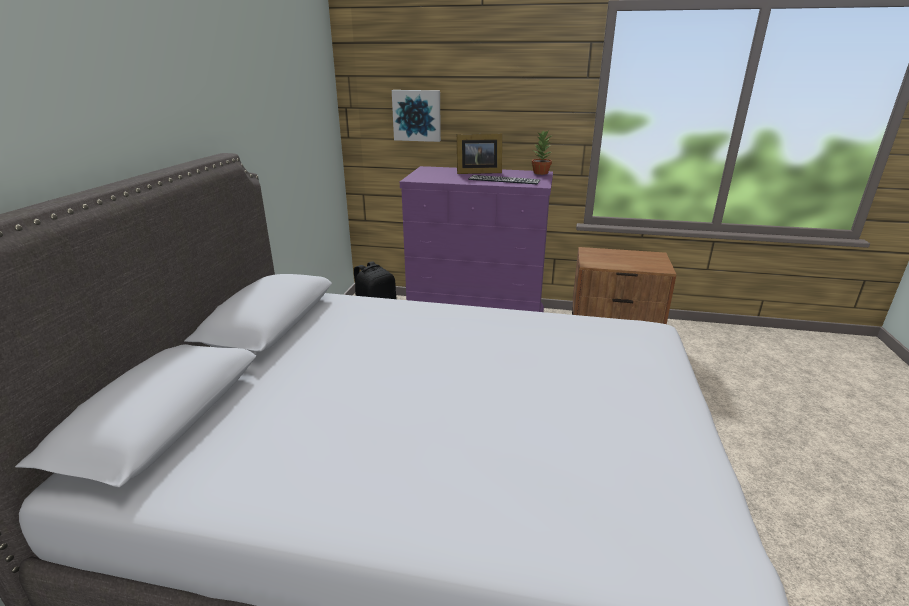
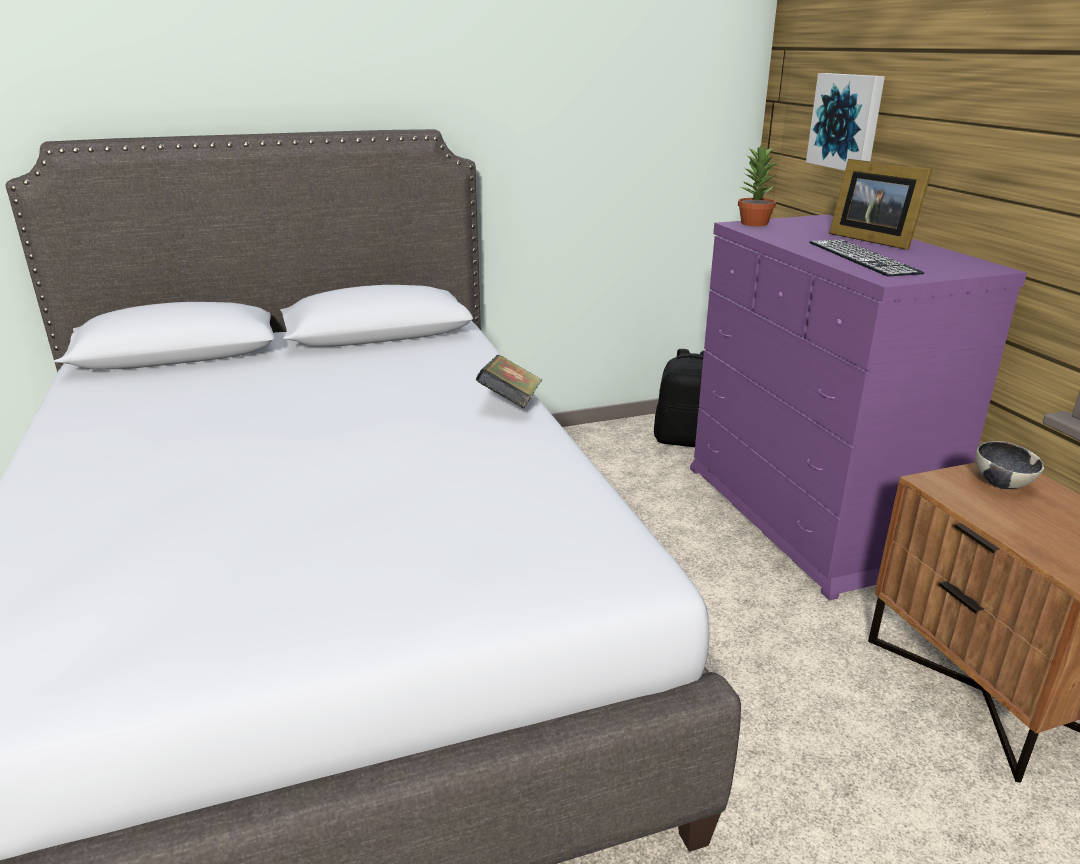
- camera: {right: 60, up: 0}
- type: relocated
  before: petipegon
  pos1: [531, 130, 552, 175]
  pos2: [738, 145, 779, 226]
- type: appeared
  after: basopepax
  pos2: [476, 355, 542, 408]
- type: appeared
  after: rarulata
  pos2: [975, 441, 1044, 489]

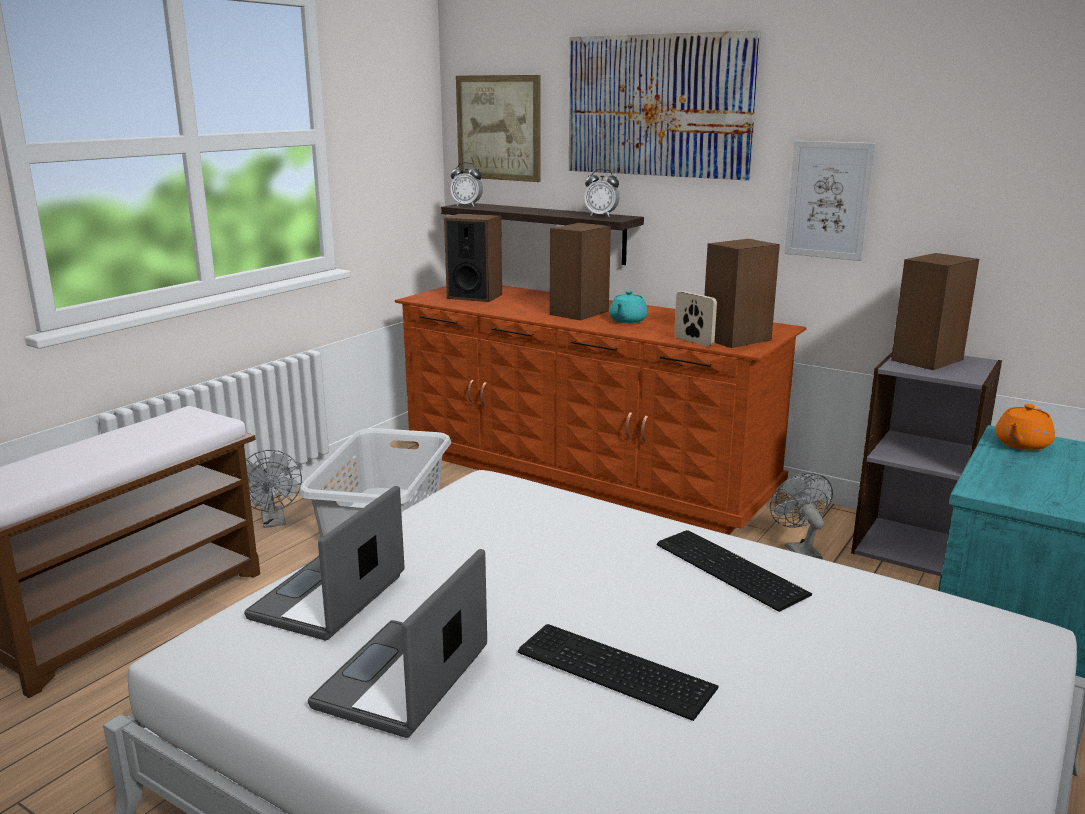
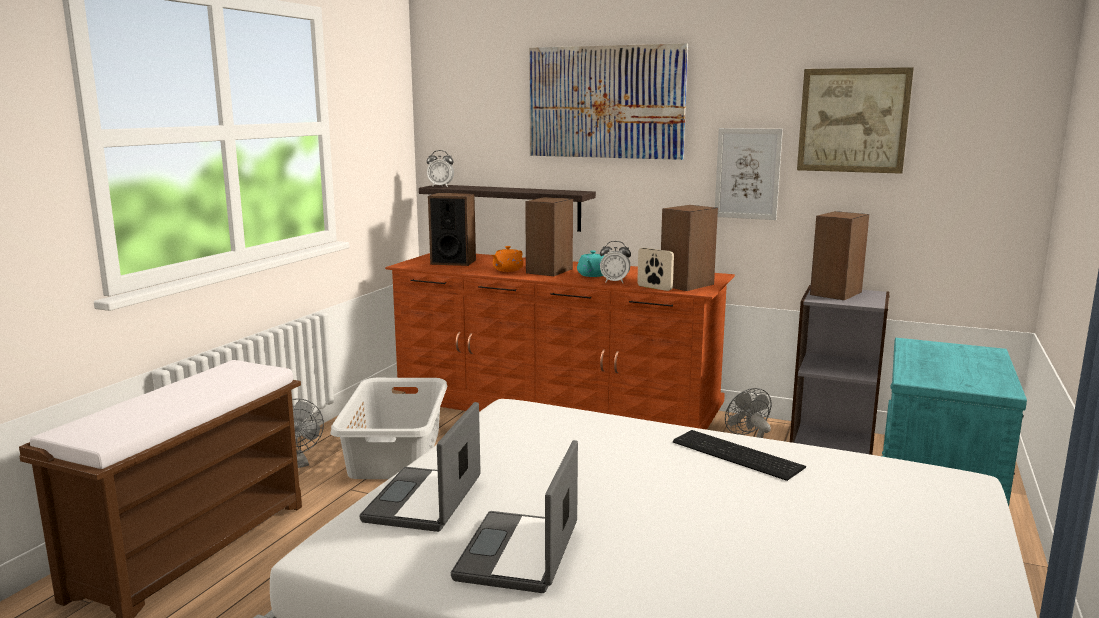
- camera: {right: -10, up: -5}
- type: relocated
  before: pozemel
  pos1: [456, 75, 540, 182]
  pos2: [797, 67, 914, 174]
- type: relocated
  before: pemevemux
  pos1: [584, 169, 620, 217]
  pos2: [600, 241, 631, 283]
- type: relocated
  before: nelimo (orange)
  pos1: [995, 404, 1055, 451]
  pos2: [492, 246, 523, 272]
- type: missing
  before: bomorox
  pos1: [518, 624, 719, 721]

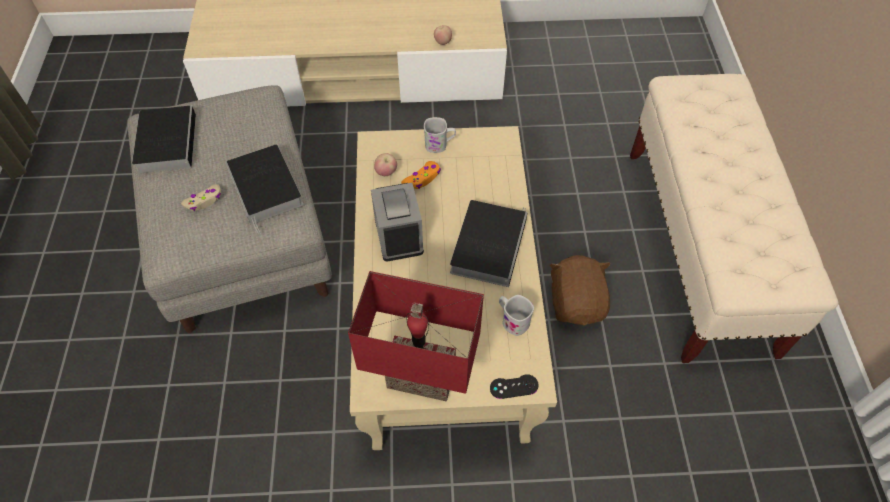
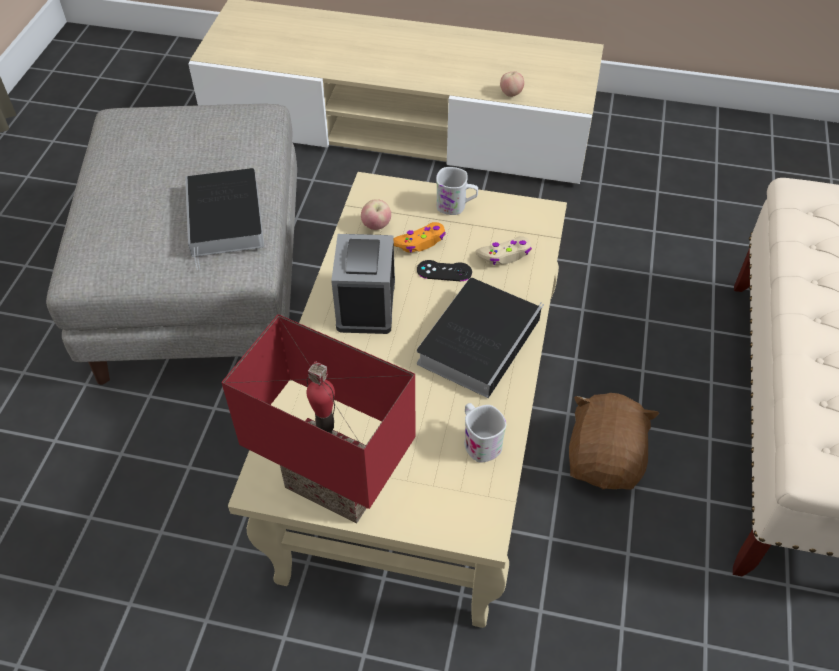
- camera: {right: 15, up: -5}
- type: missing
  before: basopepax
  pos1: [132, 106, 196, 173]
- type: relocated
  before: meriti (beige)
  pos1: [181, 184, 221, 211]
  pos2: [475, 236, 532, 265]
- type: relocated
  before: meriti (black)
  pos1: [490, 374, 539, 399]
  pos2: [417, 260, 472, 281]

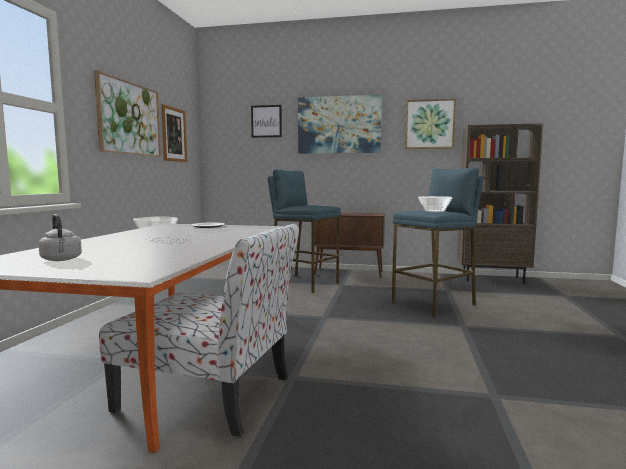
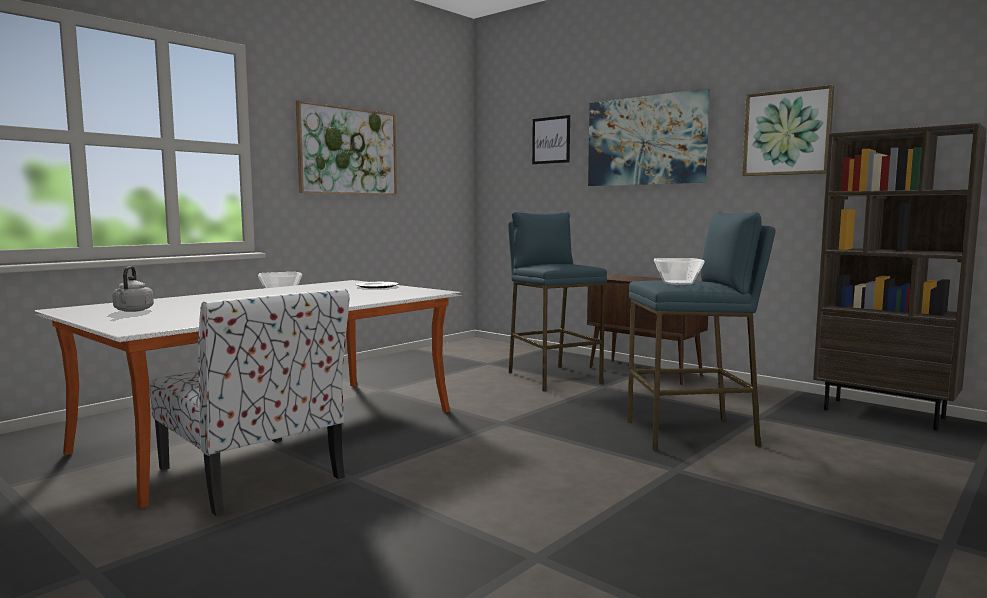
- camera: {right: 30, up: 0}
- type: missing
  before: pozemel
  pos1: [161, 104, 187, 162]

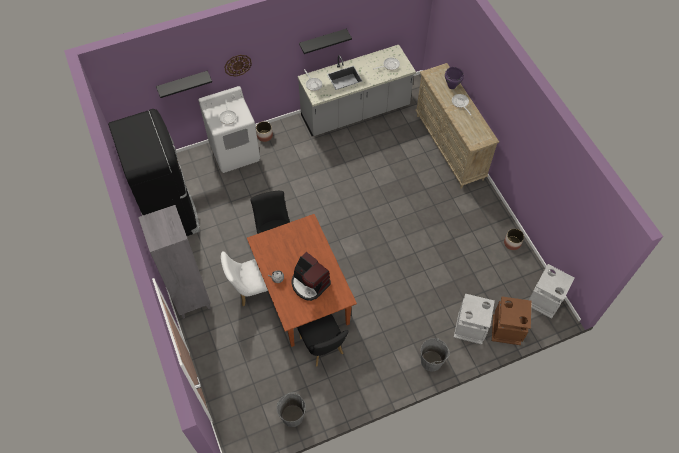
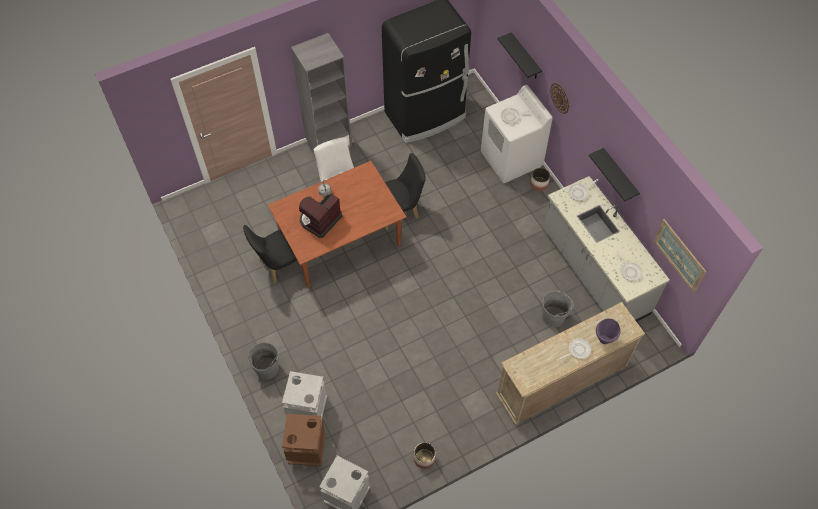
- camera: {right: 85, up: 0}
- type: relocated
  before: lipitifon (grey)
  pos1: [277, 392, 306, 427]
  pos2: [542, 290, 574, 327]
- type: appeared
  after: pozemel
  pos2: [653, 219, 706, 293]

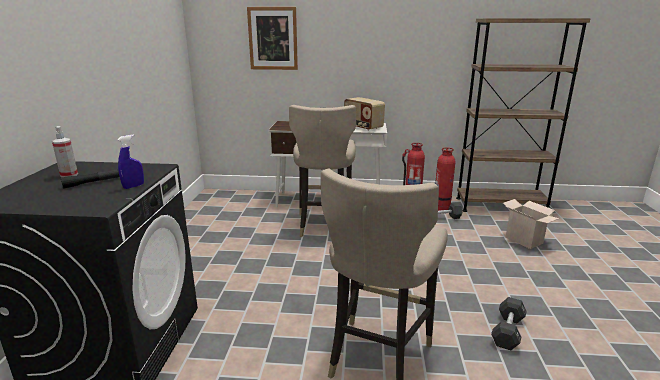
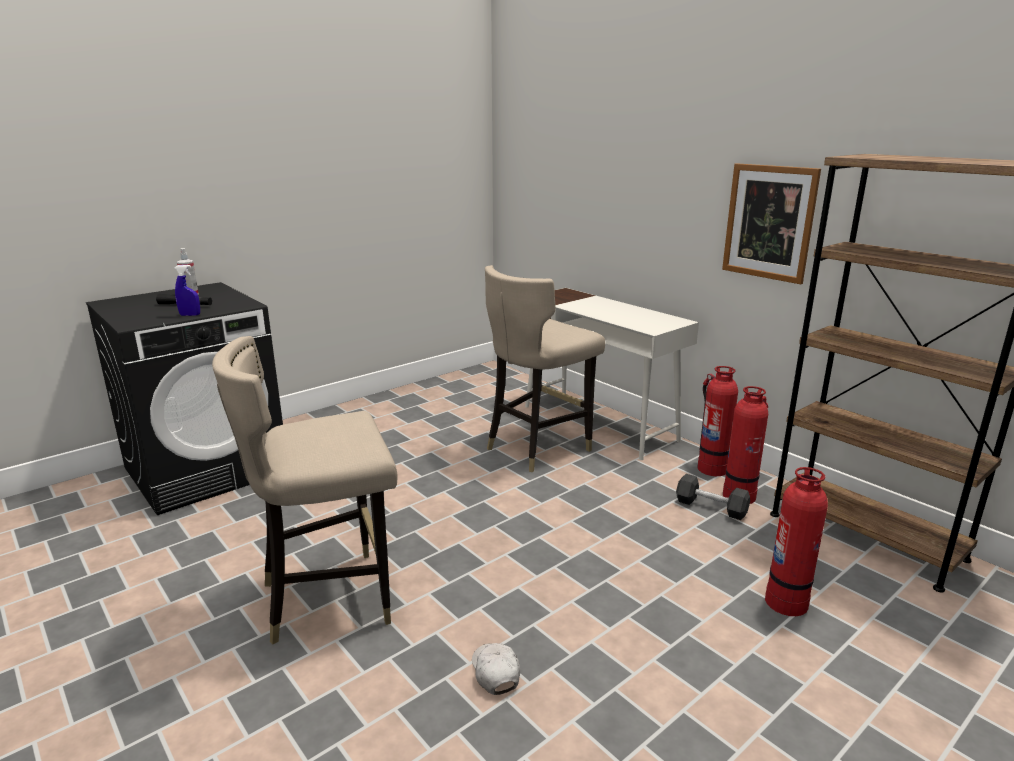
- camera: {right: 45, up: 0}
- type: relocated
  before: pozemel
  pos1: [247, 7, 298, 70]
  pos2: [722, 163, 821, 284]
- type: missing
  before: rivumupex
  pos1: [344, 97, 385, 131]
- type: exchanged
  before: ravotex
  after: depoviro
  pos1: [503, 199, 559, 249]
  pos2: [765, 467, 828, 616]
- type: exchanged
  before: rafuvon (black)
  after: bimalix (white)
  pos1: [491, 297, 527, 350]
  pos2: [472, 643, 520, 695]

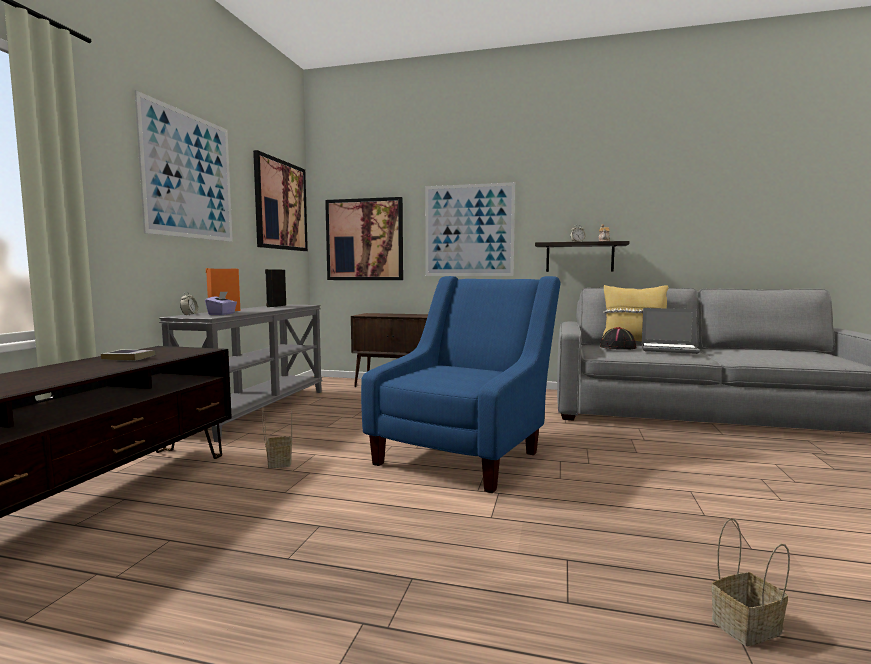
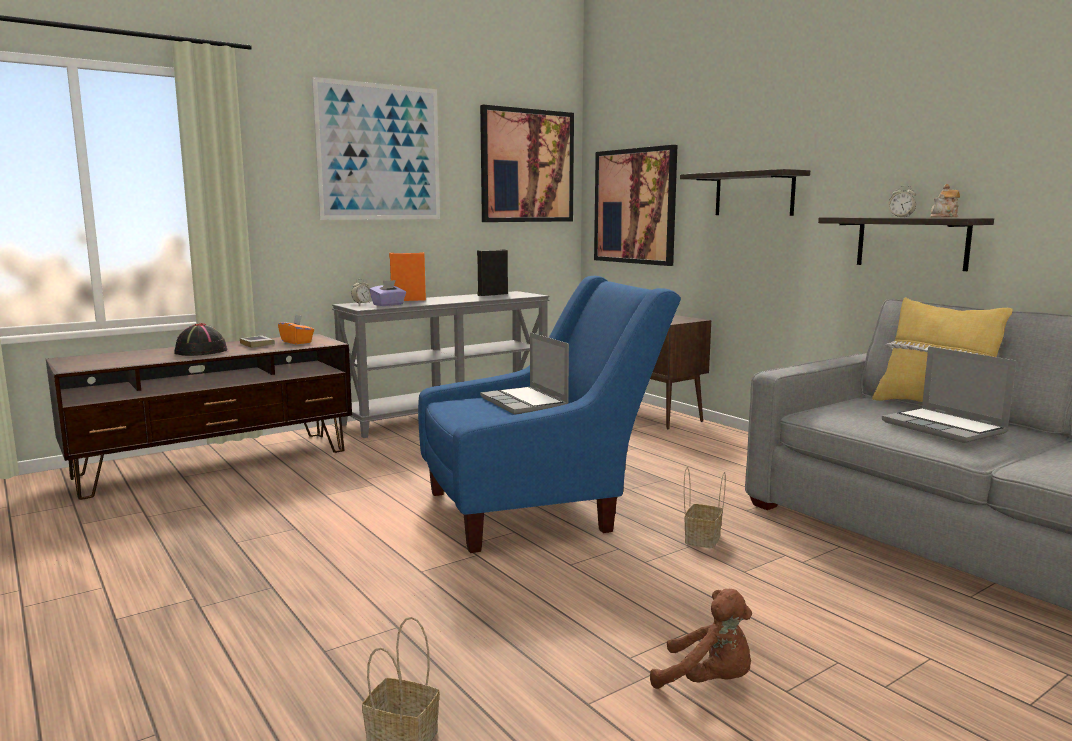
- camera: {right: 40, up: 5}
- type: exchanged
  before: pozemel
  after: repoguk
  pos1: [425, 182, 515, 276]
  pos2: [680, 169, 810, 216]
- type: relocated
  before: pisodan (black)
  pos1: [600, 327, 637, 350]
  pos2: [174, 323, 227, 356]
- type: relocated
  before: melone
  pos1: [262, 409, 292, 469]
  pos2: [684, 467, 726, 549]
- type: appeared
  after: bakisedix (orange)
  pos2: [278, 315, 314, 344]
- type: appeared
  after: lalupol
  pos2: [480, 332, 569, 415]
- type: appeared
  after: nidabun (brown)
  pos2: [650, 589, 752, 689]

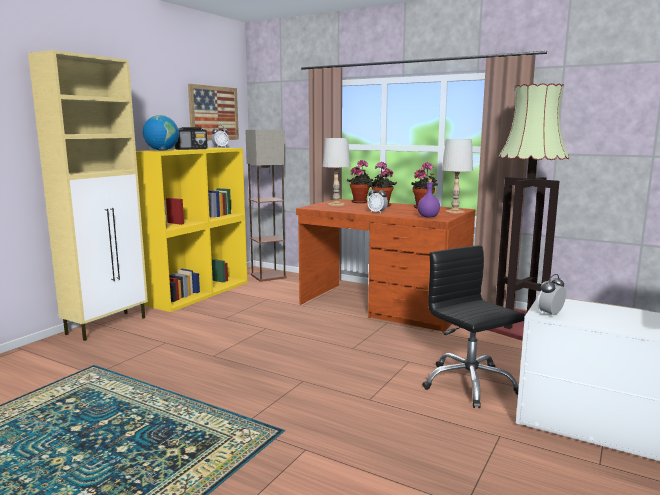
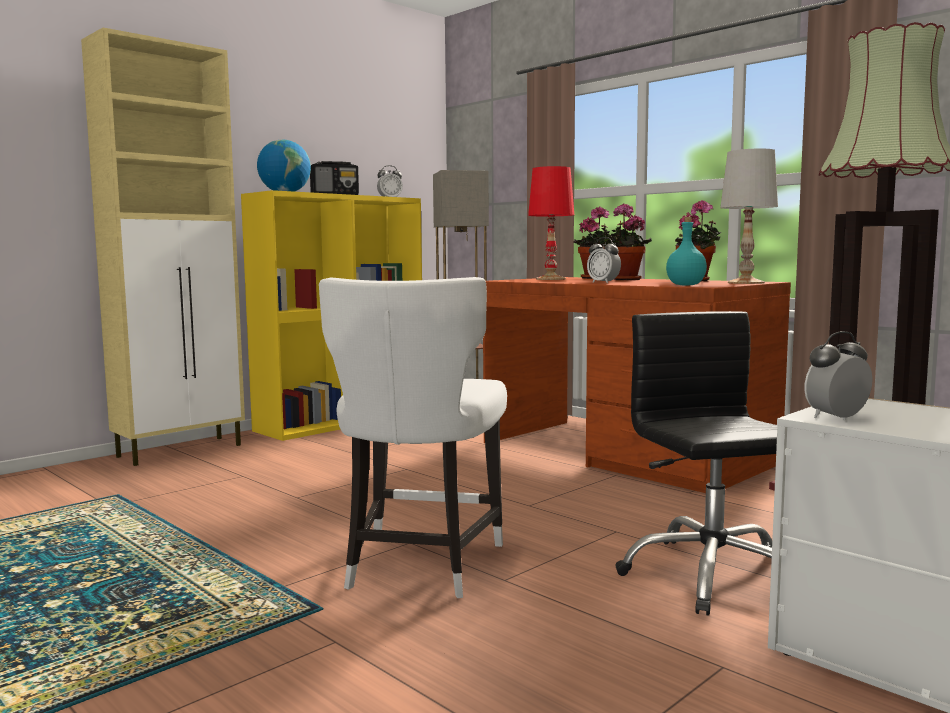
- camera: {right: 15, up: -5}
- type: missing
  before: pozemel
  pos1: [188, 84, 239, 140]
- type: colour
  before: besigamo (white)
  after: besigamo (red)
  pos1: [323, 138, 350, 206]
  pos2: [528, 166, 574, 280]
- type: colour
  before: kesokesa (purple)
  after: kesokesa (turquoise)
  pos1: [418, 179, 440, 218]
  pos2: [666, 217, 707, 285]
- type: appeared
  after: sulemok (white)
  pos2: [319, 277, 507, 598]

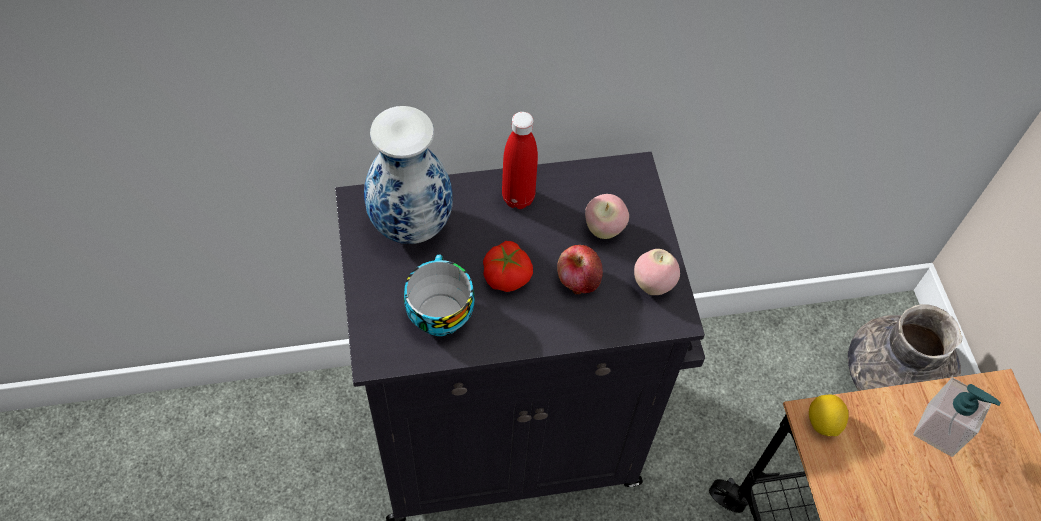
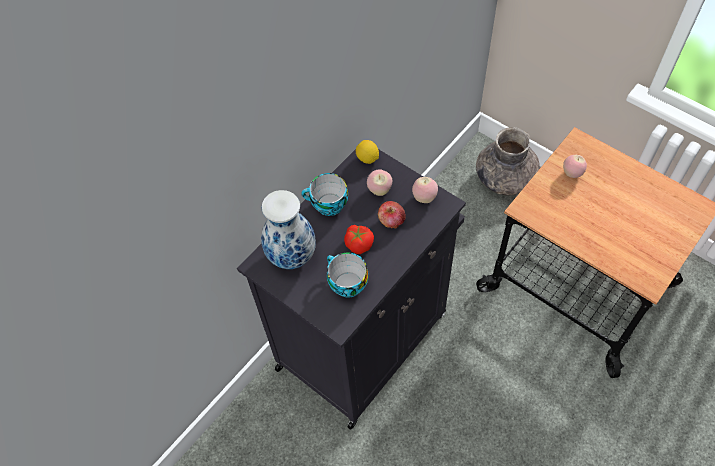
- camera: {right: -35, up: 0}
- type: exchanged
  before: kesokesa (red)
  after: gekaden
  pos1: [502, 112, 538, 209]
  pos2: [301, 173, 348, 216]
- type: exchanged
  before: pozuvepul
  after: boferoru
  pos1: [913, 378, 1001, 457]
  pos2: [563, 155, 587, 178]
- type: relocated
  before: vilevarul
  pos1: [809, 394, 849, 436]
  pos2: [356, 140, 379, 164]

